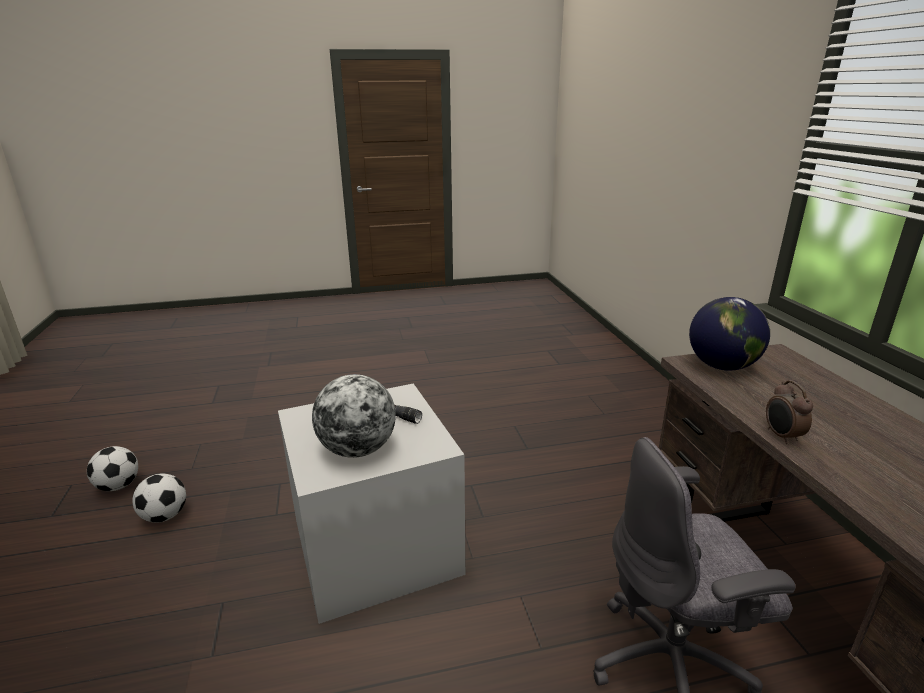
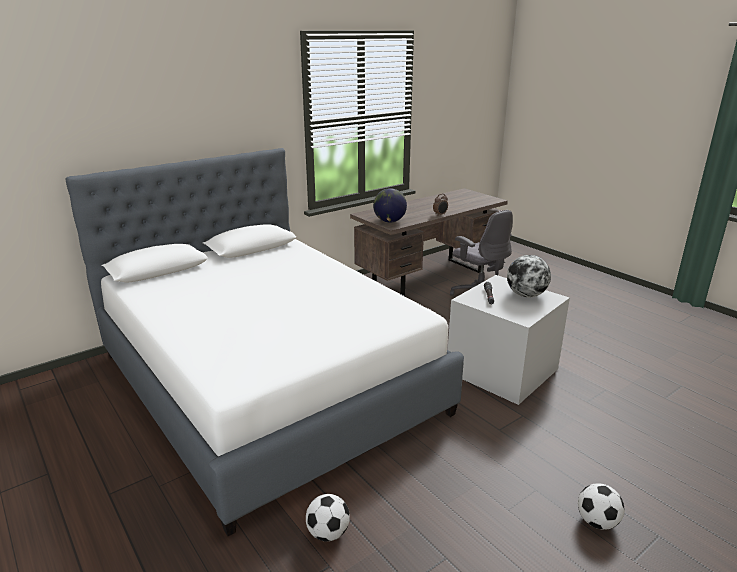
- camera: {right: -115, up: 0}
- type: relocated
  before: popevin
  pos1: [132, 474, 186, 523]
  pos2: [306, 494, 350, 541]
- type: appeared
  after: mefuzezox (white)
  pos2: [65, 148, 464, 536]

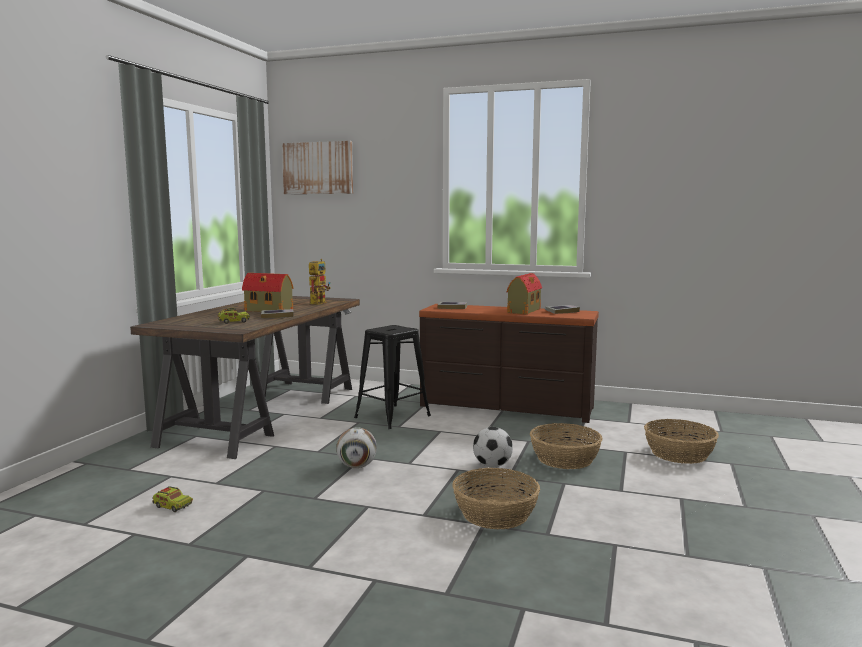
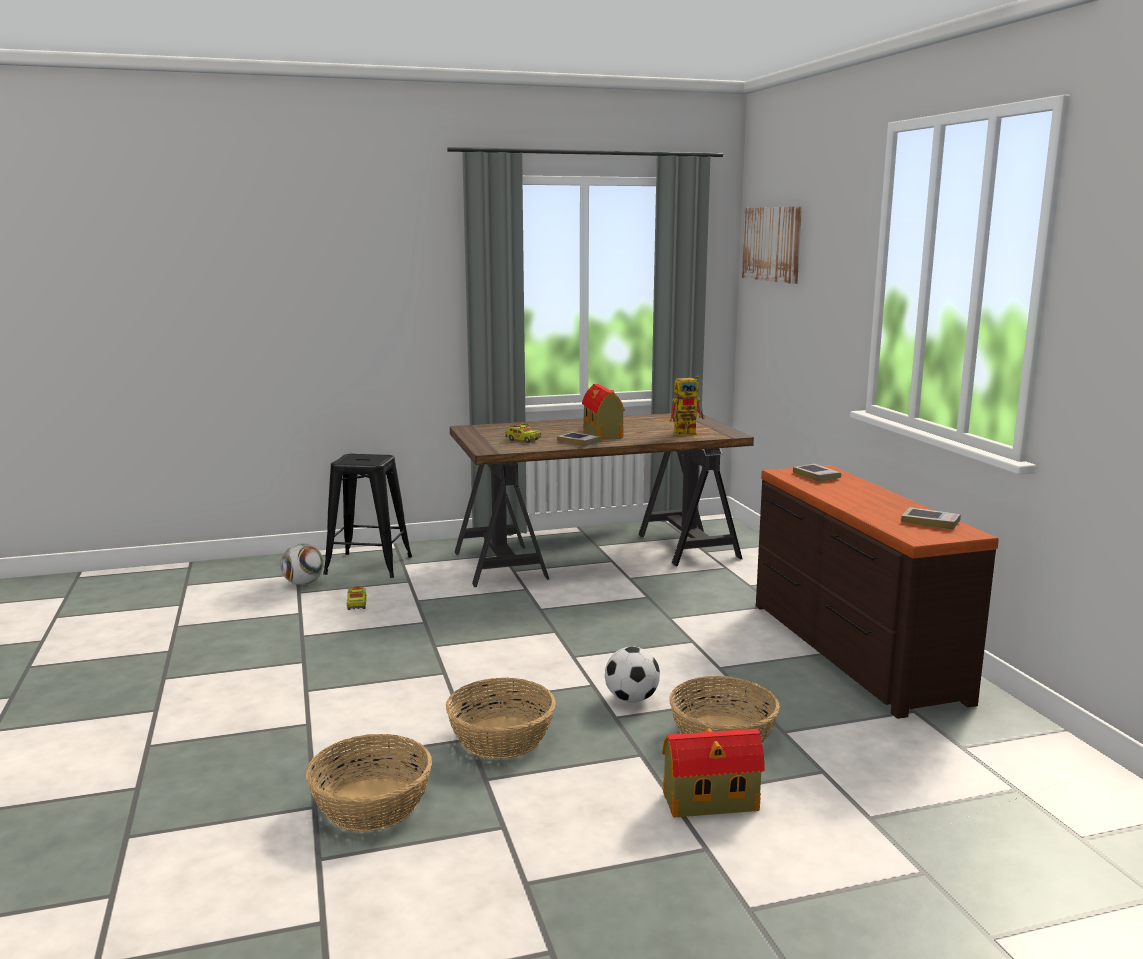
- camera: {right: 55, up: 5}
- type: relocated
  before: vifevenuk
  pos1: [507, 273, 542, 314]
  pos2: [662, 728, 765, 818]
- type: relocated
  before: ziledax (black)
  pos1: [354, 325, 431, 429]
  pos2: [323, 454, 412, 578]
- type: relocated
  before: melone
  pos1: [644, 419, 719, 464]
  pos2: [306, 734, 432, 832]
- type: relocated
  before: popevin
  pos1: [336, 427, 377, 468]
  pos2: [280, 543, 324, 585]

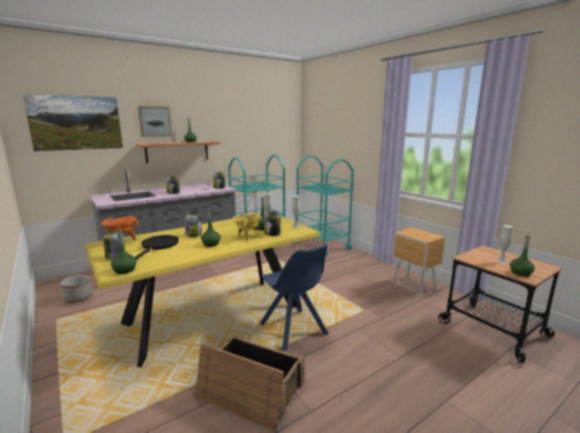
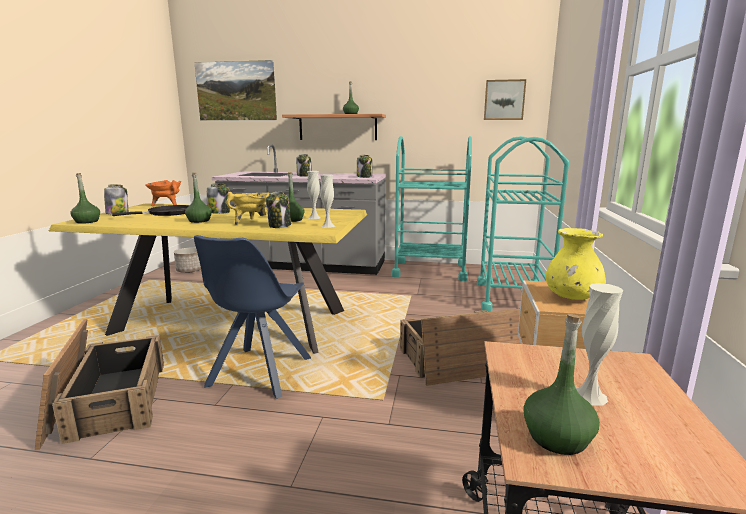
- camera: {right: 45, up: 0}
- type: relocated
  before: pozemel
  pos1: [138, 106, 172, 137]
  pos2: [484, 79, 526, 120]
- type: appeared
  after: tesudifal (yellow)
  pos2: [545, 228, 606, 300]
- type: appeared
  after: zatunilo
  pos2: [400, 309, 521, 386]

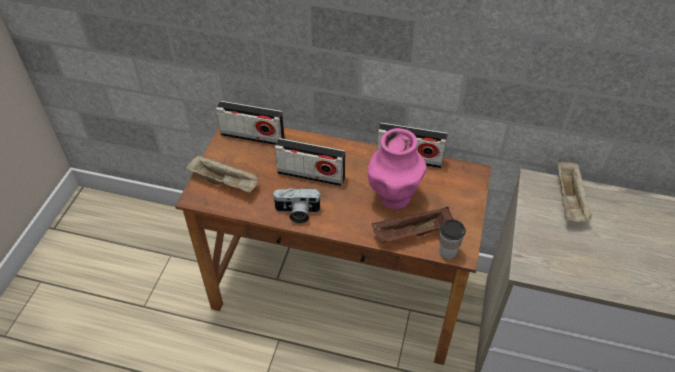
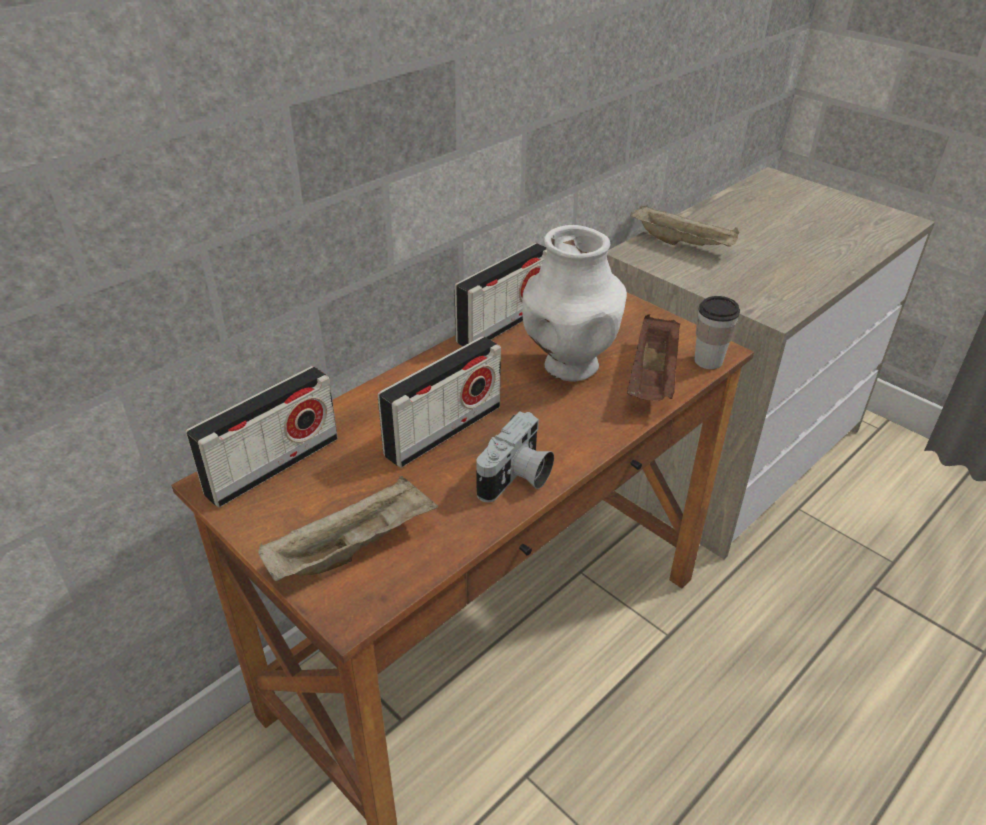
- camera: {right: -60, up: -10}
- type: colour
  before: tesudifal (pink)
  after: tesudifal (white)
  pos1: [368, 128, 427, 210]
  pos2: [522, 225, 627, 382]

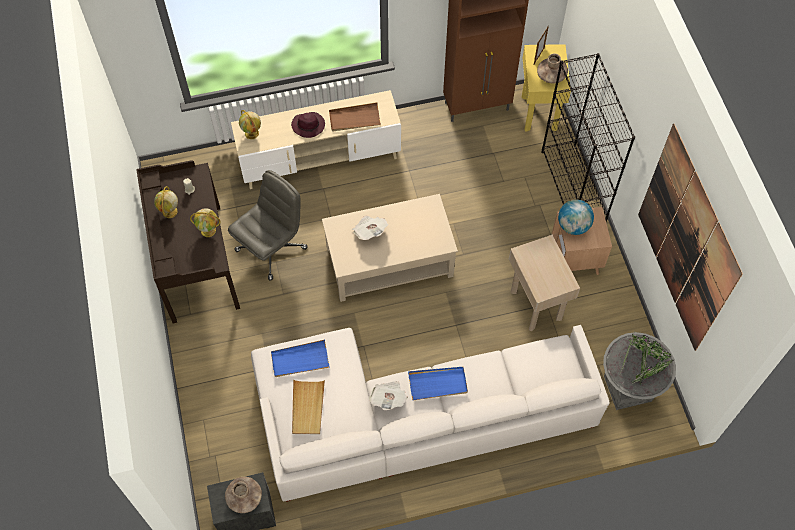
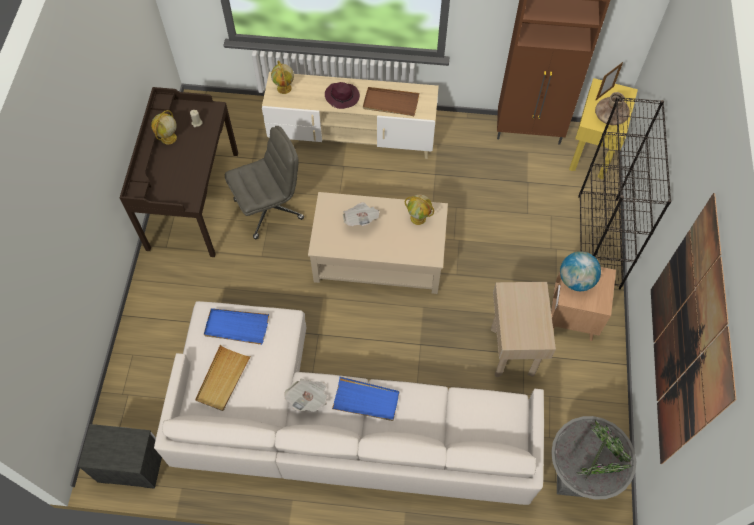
- camera: {right: 20, up: 0}
- type: relocated
  before: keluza
  pos1: [190, 209, 220, 237]
  pos2: [405, 195, 434, 225]
- type: missing
  before: tesudifal (brown)
  pos1: [225, 477, 262, 513]

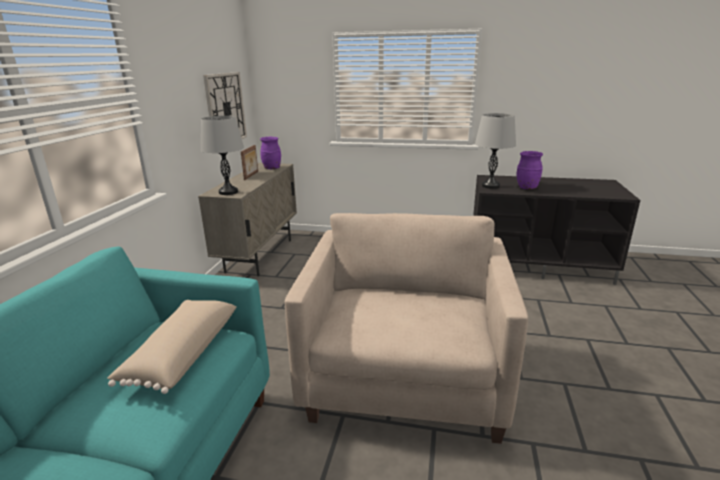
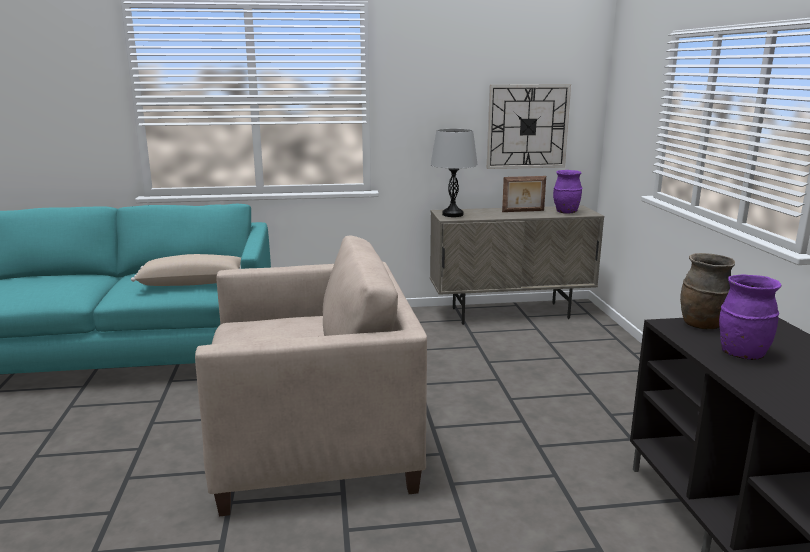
- camera: {right: 70, up: -5}
- type: exchanged
  before: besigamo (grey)
  after: tesudifal (brown)
  pos1: [475, 113, 516, 189]
  pos2: [680, 253, 735, 330]

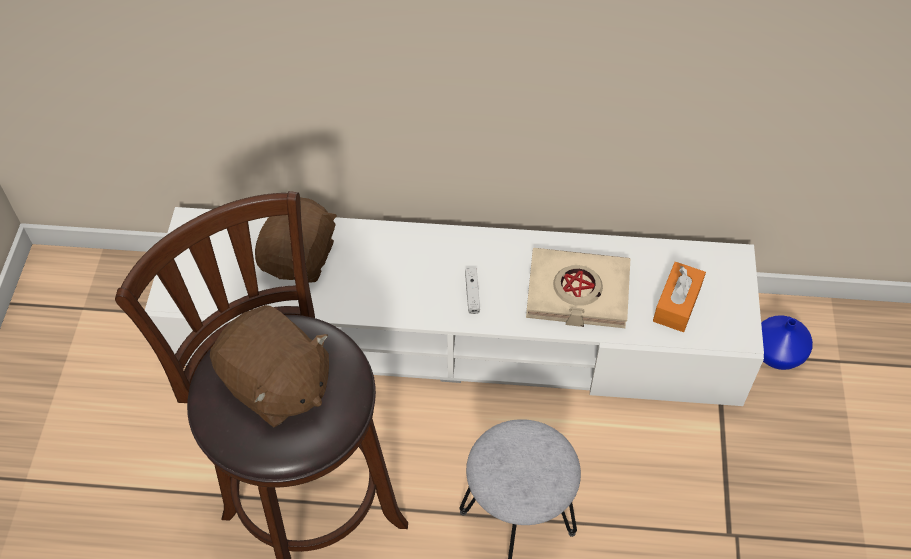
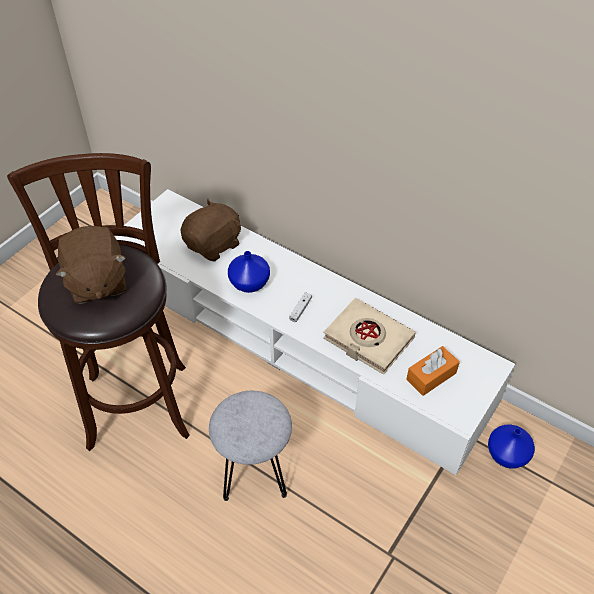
- camera: {right: 30, up: -5}
- type: appeared
  after: tesudifal (blue)
  pos2: [228, 251, 270, 293]

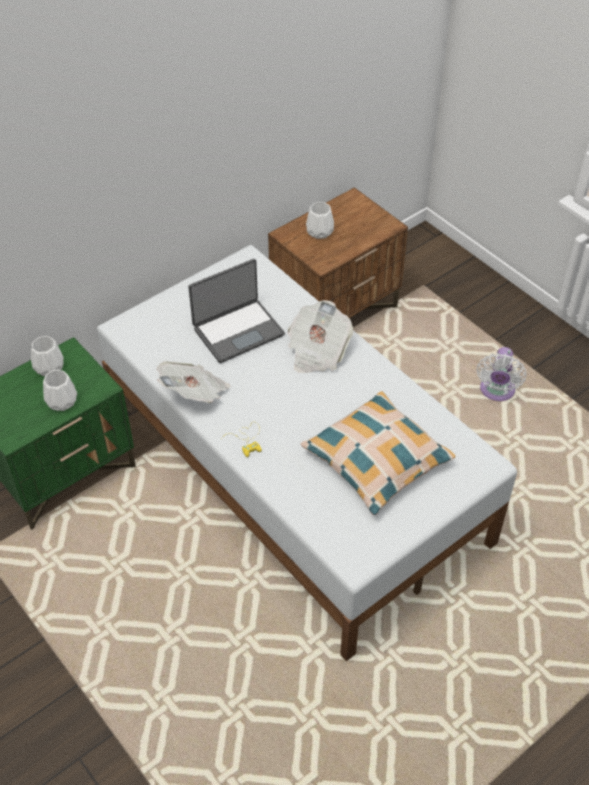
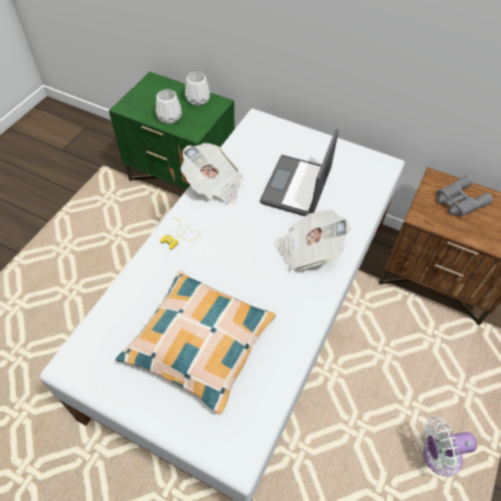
- camera: {right: 65, up: 5}
- type: exchanged
  before: tesudifal (white)
  after: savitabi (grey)
  pos1: [306, 202, 334, 239]
  pos2: [436, 175, 493, 217]
- type: spun
  before: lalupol
  pos1: [188, 259, 285, 363]
  pos2: [260, 129, 339, 216]
  turn: 75

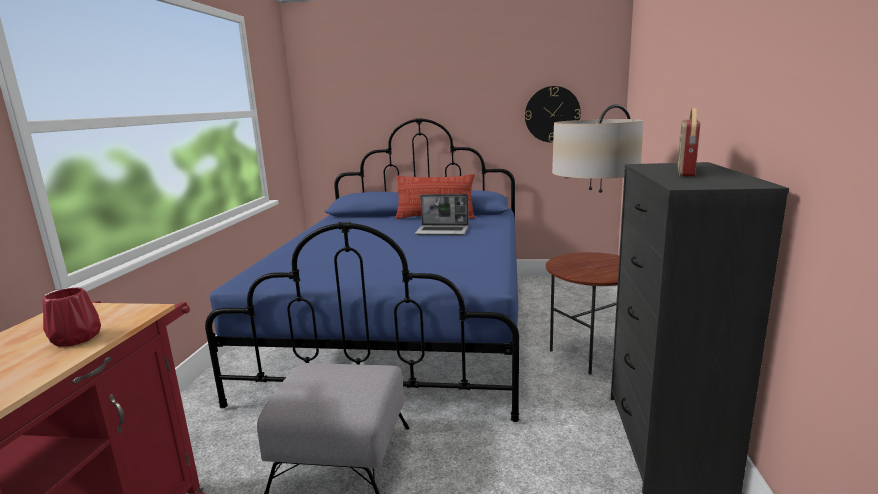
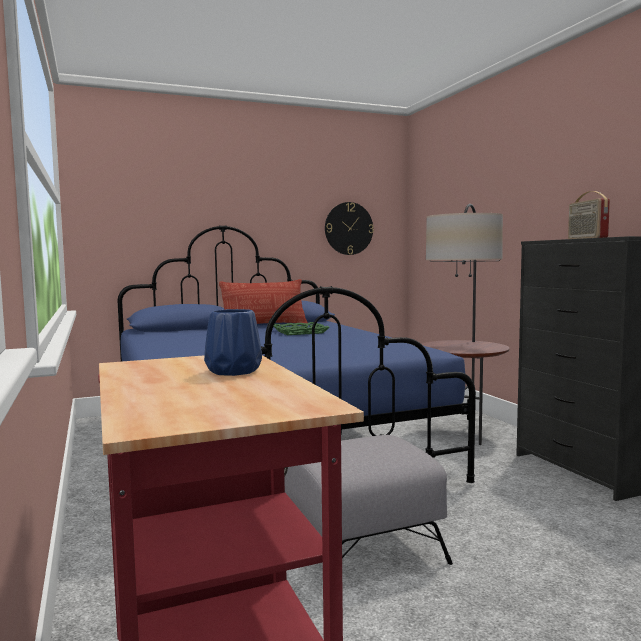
- camera: {right: -30, up: -10}
- type: exchanged
  before: lalupol
  after: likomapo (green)
  pos1: [415, 194, 469, 235]
  pos2: [273, 322, 330, 335]
- type: colour
  before: tesudifal (red)
  after: tesudifal (blue)
  pos1: [42, 288, 101, 347]
  pos2: [204, 309, 262, 376]

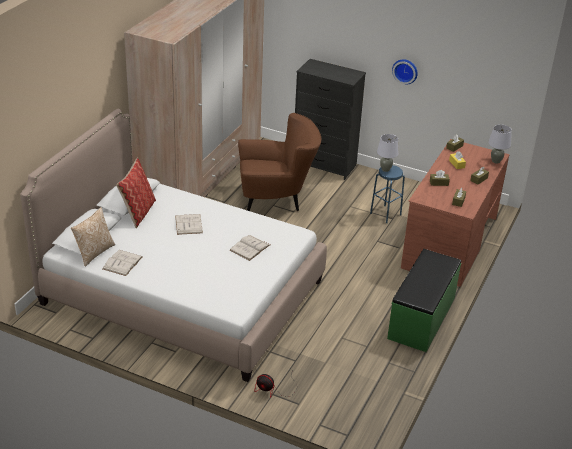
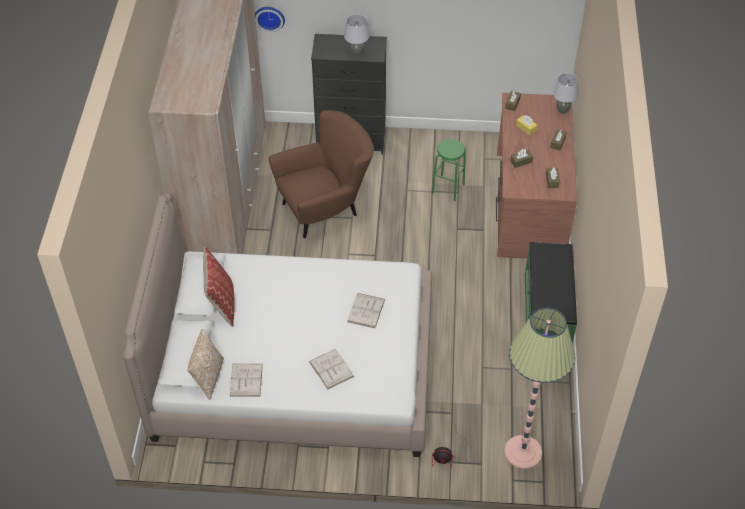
- camera: {right: -20, up: 15}
- type: relocated
  before: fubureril
  pos1: [392, 59, 418, 84]
  pos2: [255, 7, 285, 32]
- type: relocated
  before: besigamo (grey)
  pos1: [377, 134, 399, 172]
  pos2: [344, 14, 369, 57]
- type: colour
  before: ziledax (blue)
  after: ziledax (green)
  pos1: [370, 165, 405, 223]
  pos2: [432, 139, 466, 201]
- type: relocated
  before: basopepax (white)
  pos1: [175, 214, 203, 235]
  pos2: [309, 349, 354, 390]
- type: appeared
  after: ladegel
  pos2: [504, 307, 575, 469]

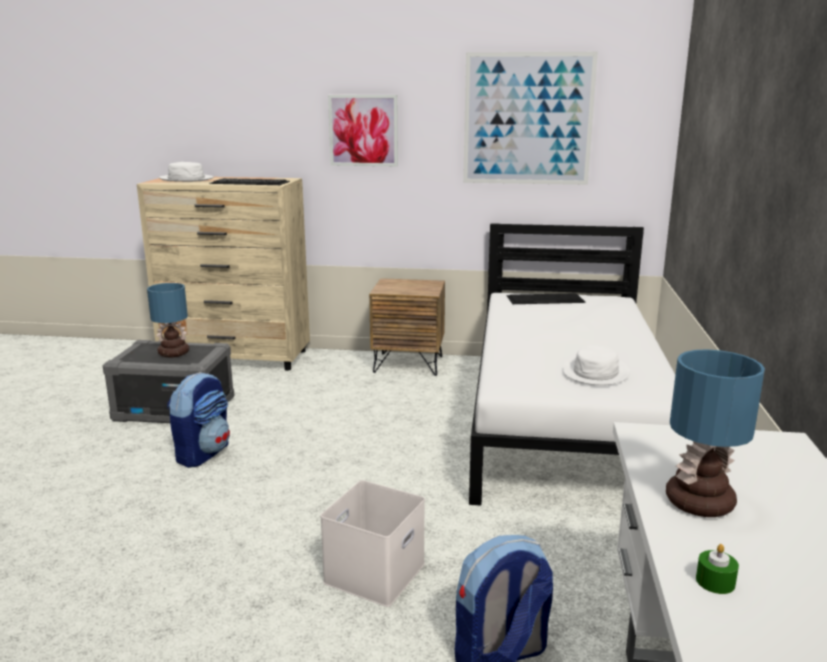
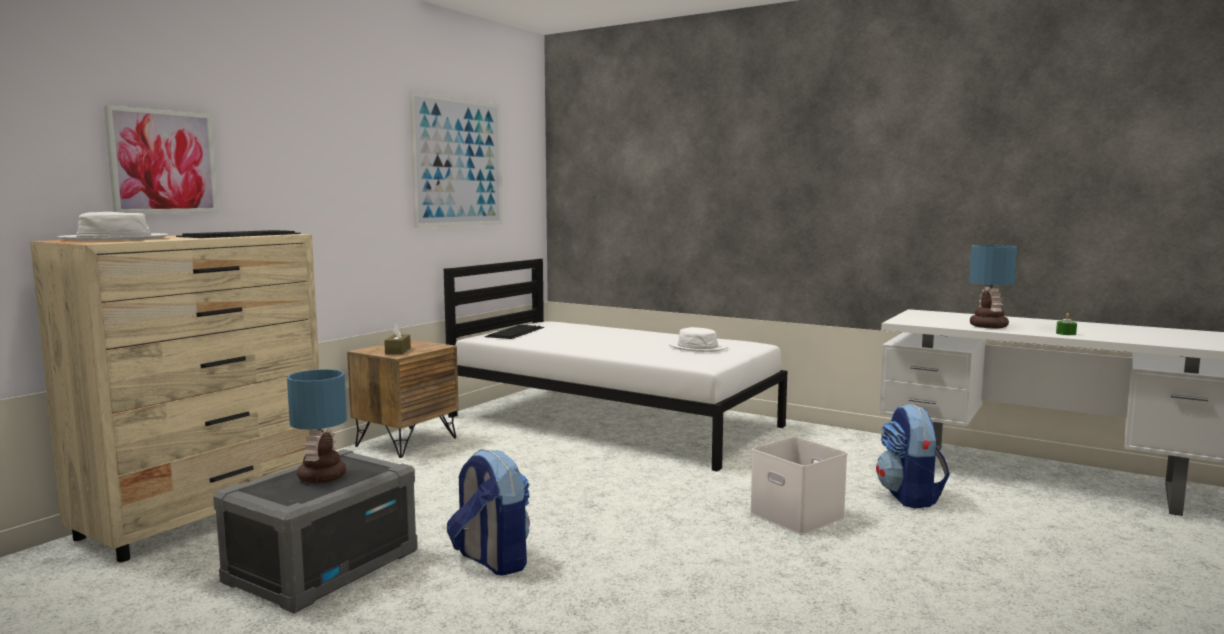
- camera: {right: -65, up: -10}
- type: relocated
  before: pozemel
  pos1: [328, 95, 398, 166]
  pos2: [104, 105, 218, 214]
- type: appeared
  after: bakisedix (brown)
  pos2: [384, 324, 411, 355]

